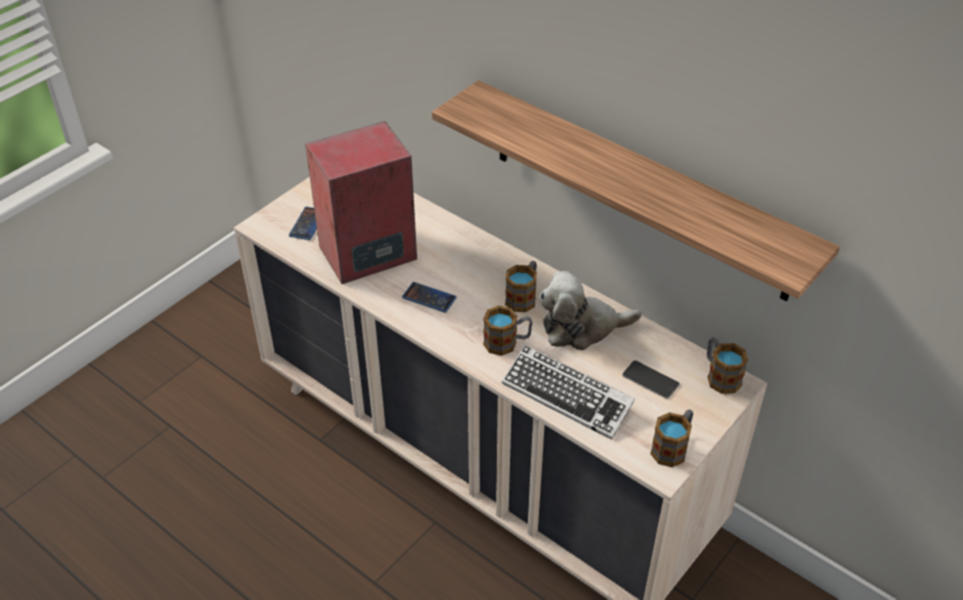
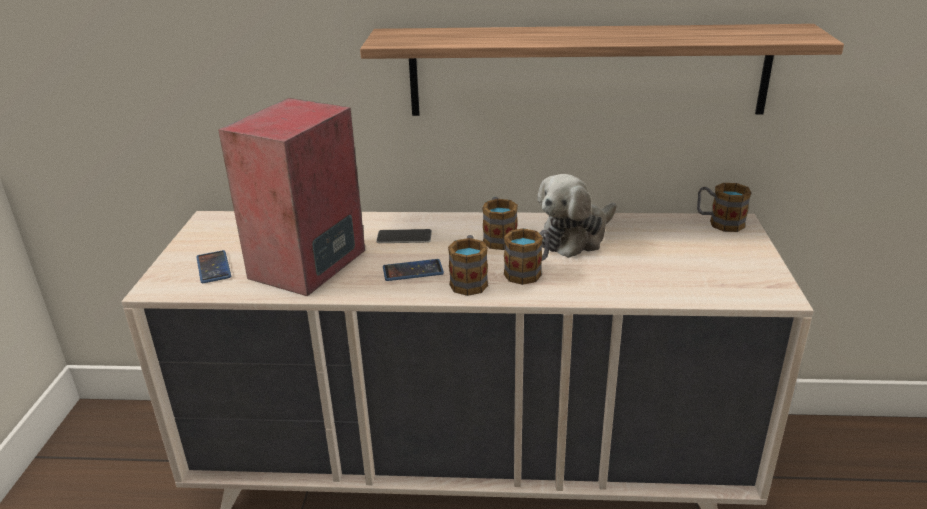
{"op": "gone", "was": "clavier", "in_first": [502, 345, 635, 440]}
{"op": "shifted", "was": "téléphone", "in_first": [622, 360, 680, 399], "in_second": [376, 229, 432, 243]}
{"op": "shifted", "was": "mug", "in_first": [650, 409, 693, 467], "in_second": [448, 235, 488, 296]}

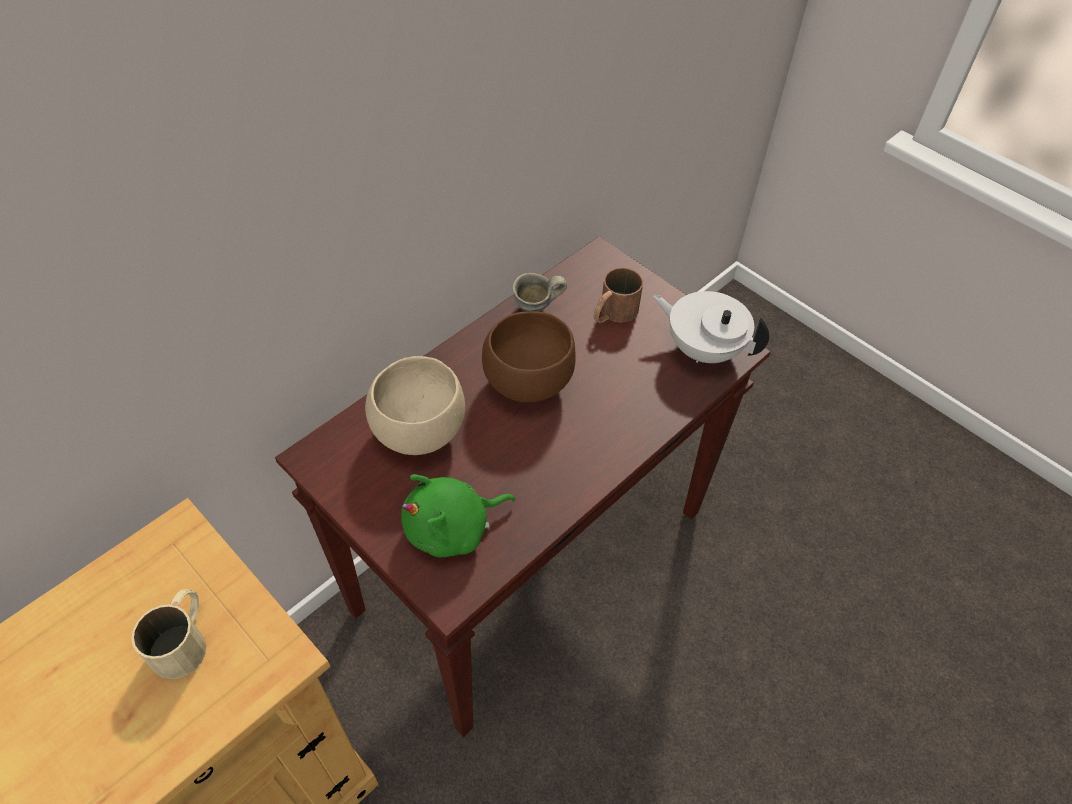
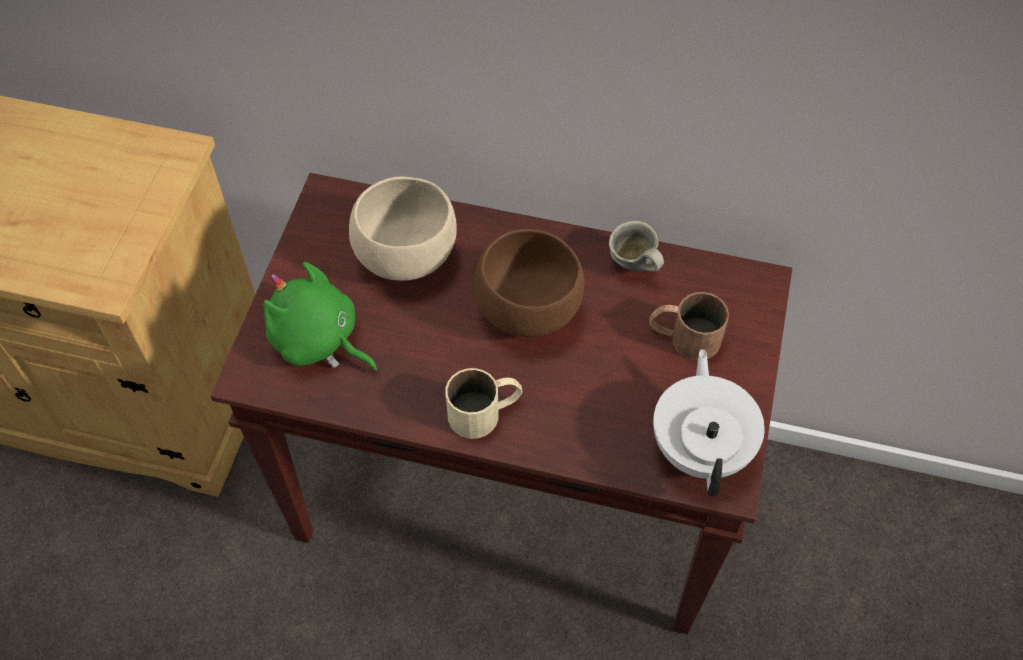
{"op": "shifted", "was": "mug (beige)", "in_first": [131, 589, 206, 679], "in_second": [445, 368, 522, 439]}

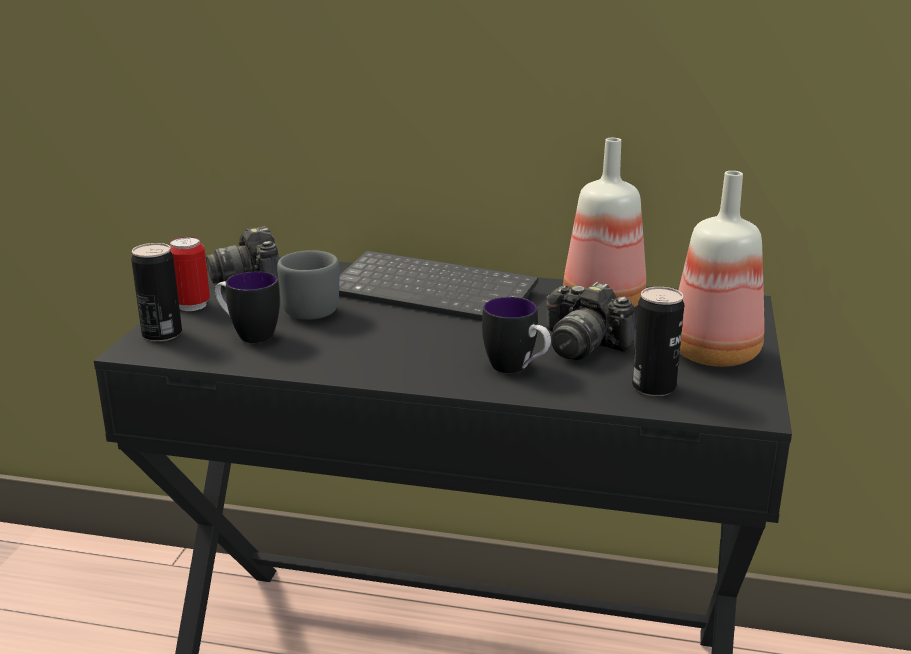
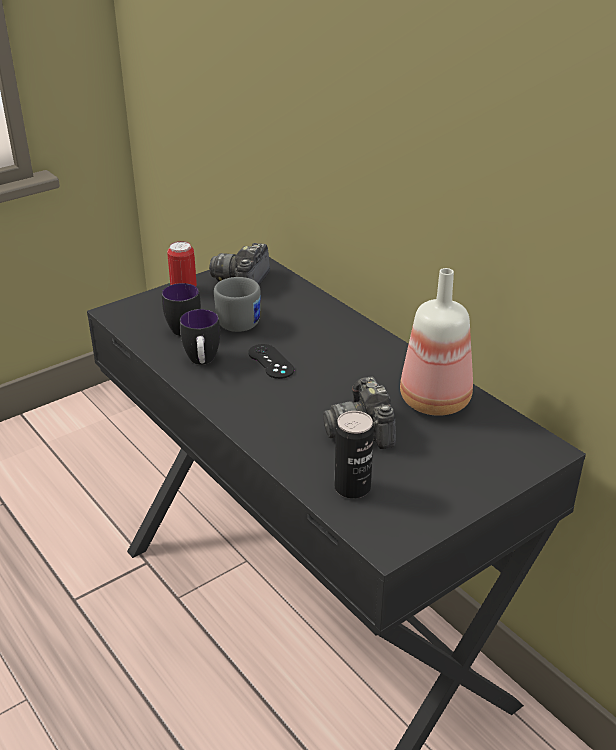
{"op": "gone", "was": "boîte métallique", "in_first": [131, 243, 182, 342]}
{"op": "gone", "was": "clavier", "in_first": [339, 251, 538, 321]}
{"op": "shifted", "was": "mug", "in_first": [482, 297, 551, 373], "in_second": [180, 309, 220, 365]}
{"op": "gone", "was": "bouteille", "in_first": [678, 171, 765, 367]}
{"op": "new", "now": "manette (noir)", "in_second": [248, 344, 294, 379]}

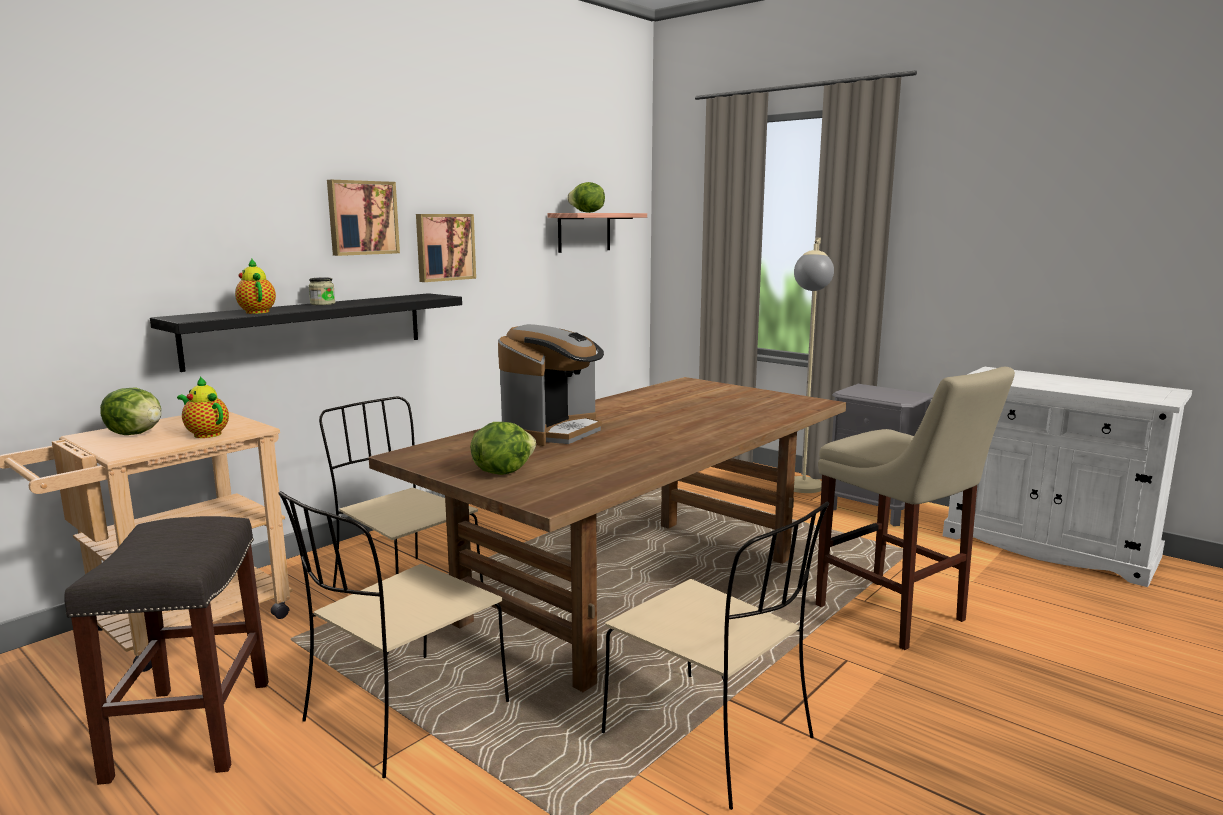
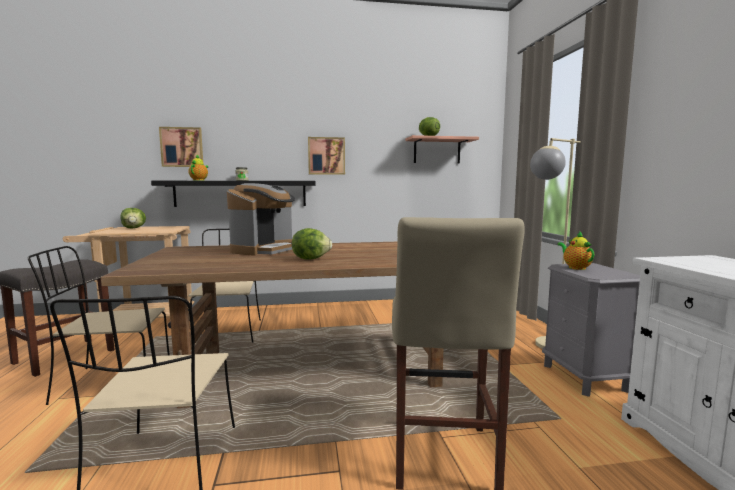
{"op": "shifted", "was": "théière", "in_first": [177, 376, 229, 438], "in_second": [557, 232, 594, 270]}
{"op": "shifted", "was": "tableau", "in_first": [327, 180, 400, 256], "in_second": [159, 127, 203, 167]}
{"op": "shifted", "was": "laitue", "in_first": [470, 422, 536, 475], "in_second": [292, 228, 332, 260]}
{"op": "rotated", "was": "machine à café", "in_first": [498, 324, 604, 446], "in_second": [227, 183, 295, 256], "clockwise": -45}

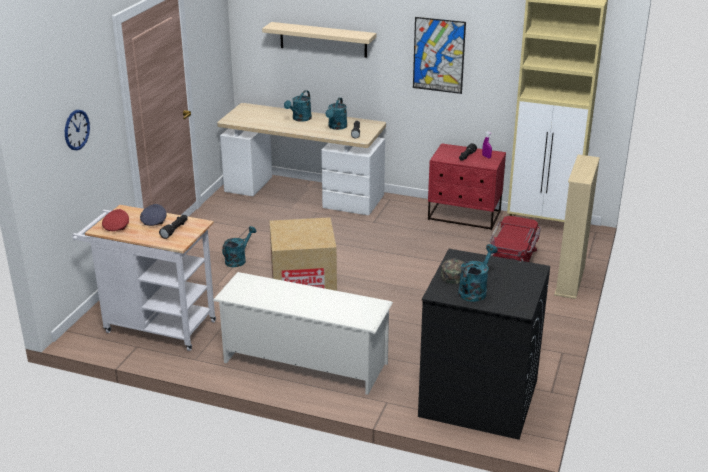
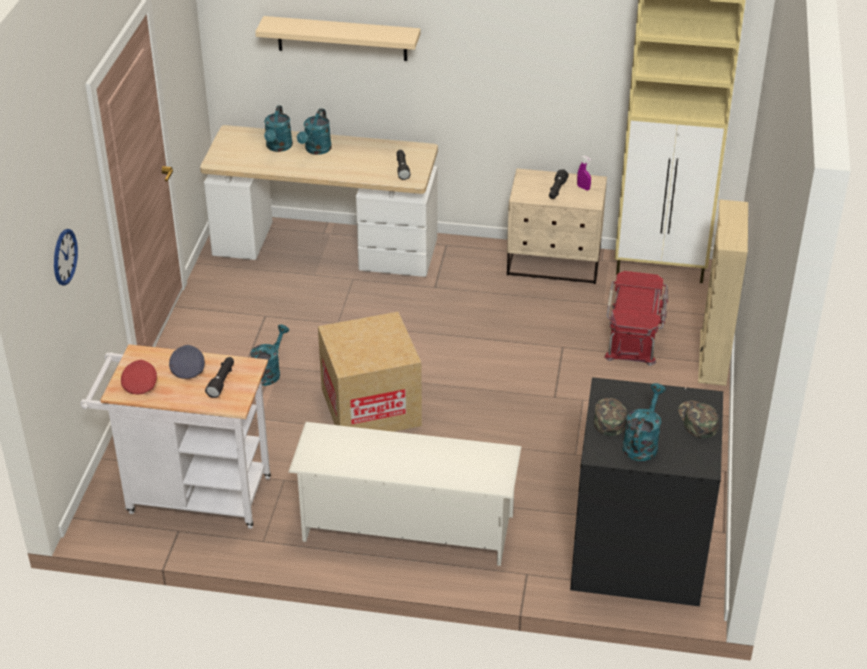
{"op": "shifted", "was": "arrosoir (turquoise)", "in_first": [325, 98, 347, 130], "in_second": [264, 106, 293, 152]}
{"op": "gone", "was": "tableau", "in_first": [413, 17, 466, 94]}
{"op": "repainted", "was": "table de chevet (rouge)", "now": "table de chevet (beige)", "in_first": [428, 143, 506, 230], "in_second": [507, 168, 607, 284]}
{"op": "new", "now": "casquette (vert)", "in_second": [678, 400, 719, 438]}

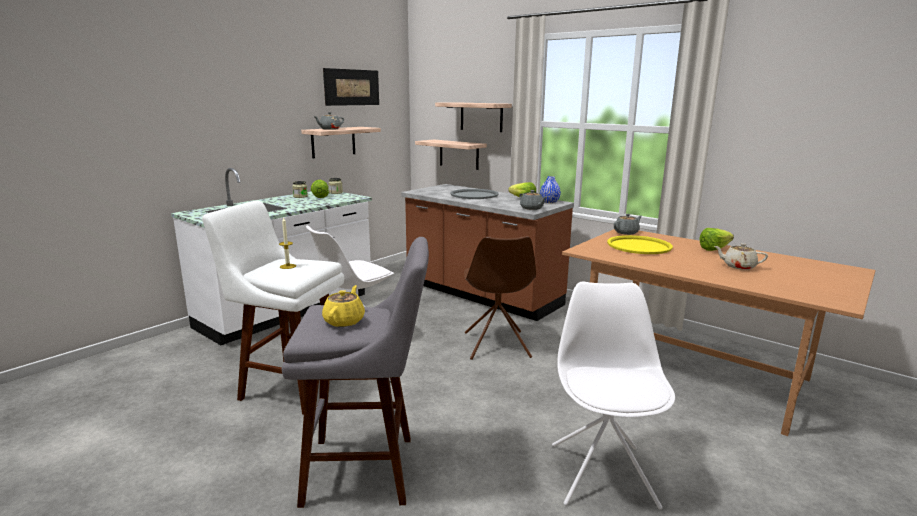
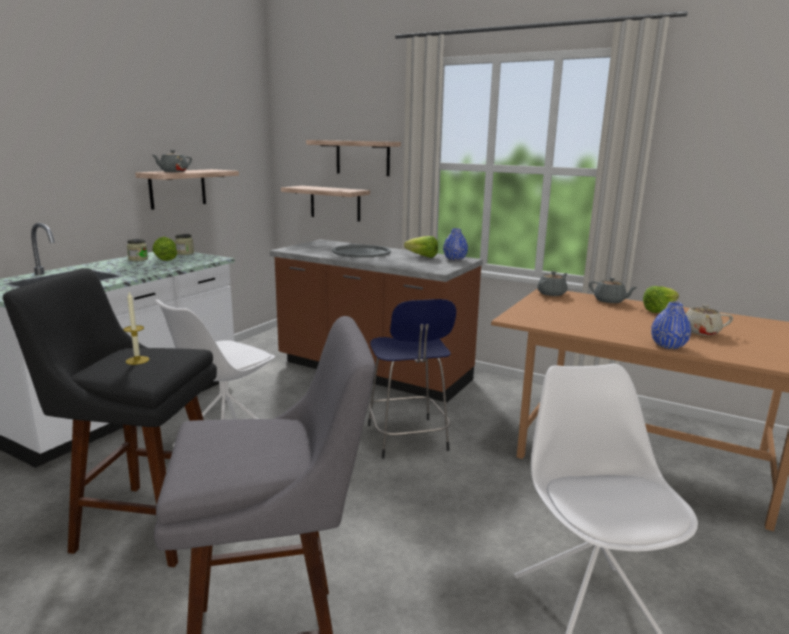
{"op": "repainted", "was": "tabouret (blanc)", "now": "tabouret (noir)", "in_first": [202, 201, 344, 415], "in_second": [3, 268, 217, 567]}
{"op": "gone", "was": "théière (jaune)", "in_first": [322, 285, 365, 327]}
{"op": "gone", "was": "tableau", "in_first": [323, 68, 379, 106]}
{"op": "swapped", "was": "chaise (marron)", "now": "tabouret (bleu)", "in_first": [464, 236, 536, 360], "in_second": [368, 299, 456, 458]}
{"op": "shifted", "was": "théière (gris)", "in_first": [519, 190, 547, 210], "in_second": [589, 277, 638, 303]}
{"op": "gone", "was": "plateau (jaune)", "in_first": [607, 235, 673, 254]}
{"op": "new", "now": "vase (bleu)", "in_second": [651, 302, 691, 349]}

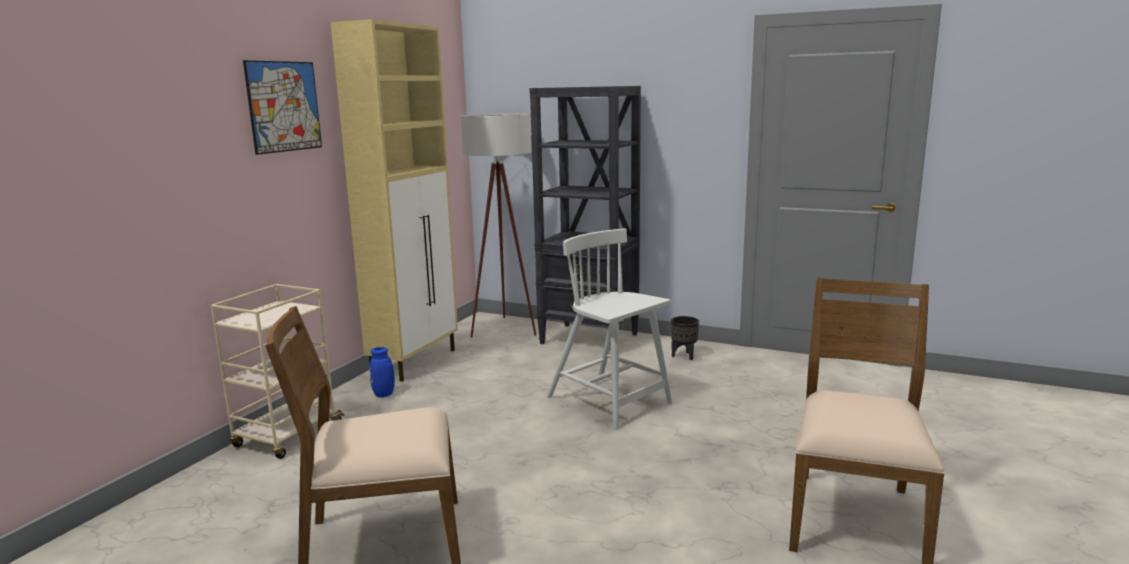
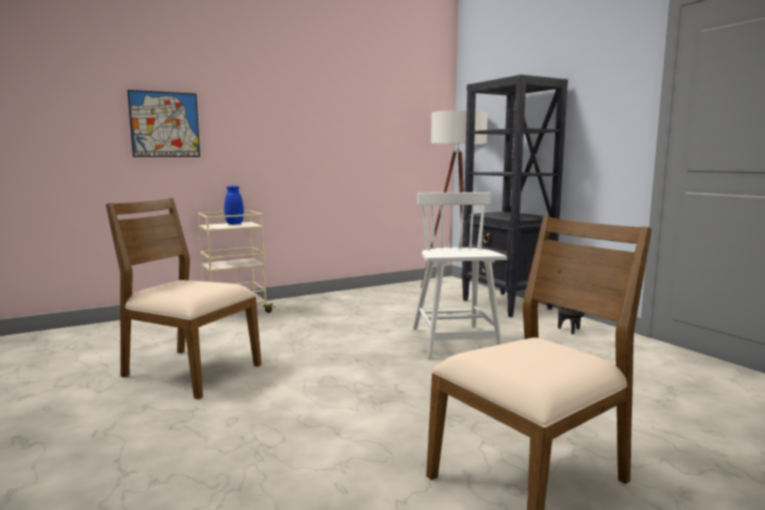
{"op": "shifted", "was": "tableau", "in_first": [243, 60, 322, 155], "in_second": [127, 90, 200, 157]}
{"op": "gone", "was": "meuble de rangement (beige)", "in_first": [330, 19, 458, 382]}
{"op": "shifted", "was": "vase (bleu)", "in_first": [370, 347, 395, 398], "in_second": [224, 186, 244, 224]}

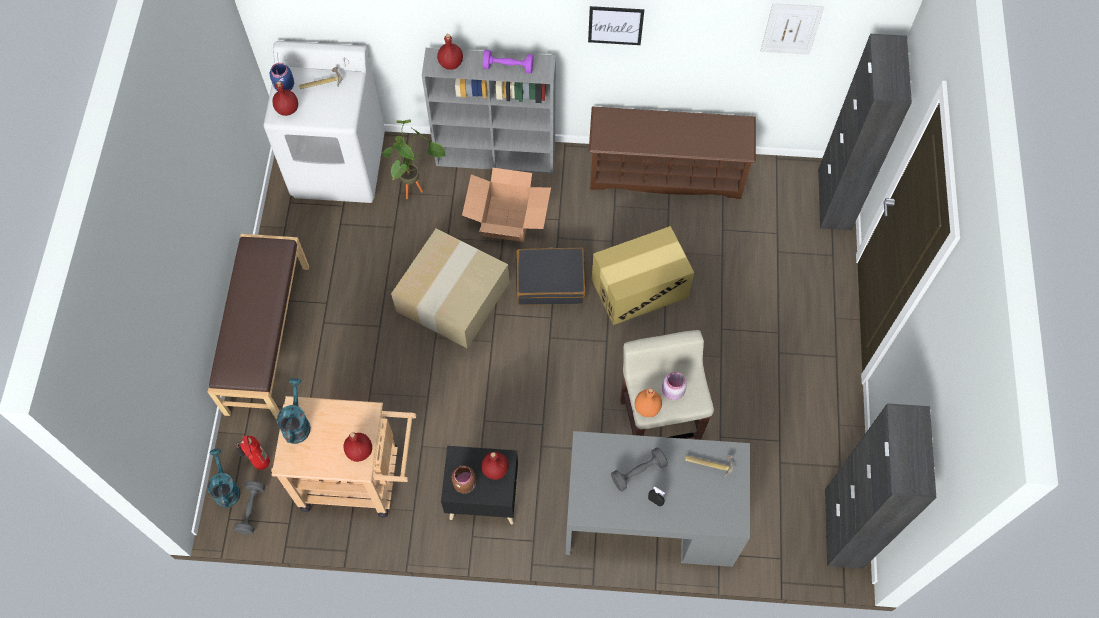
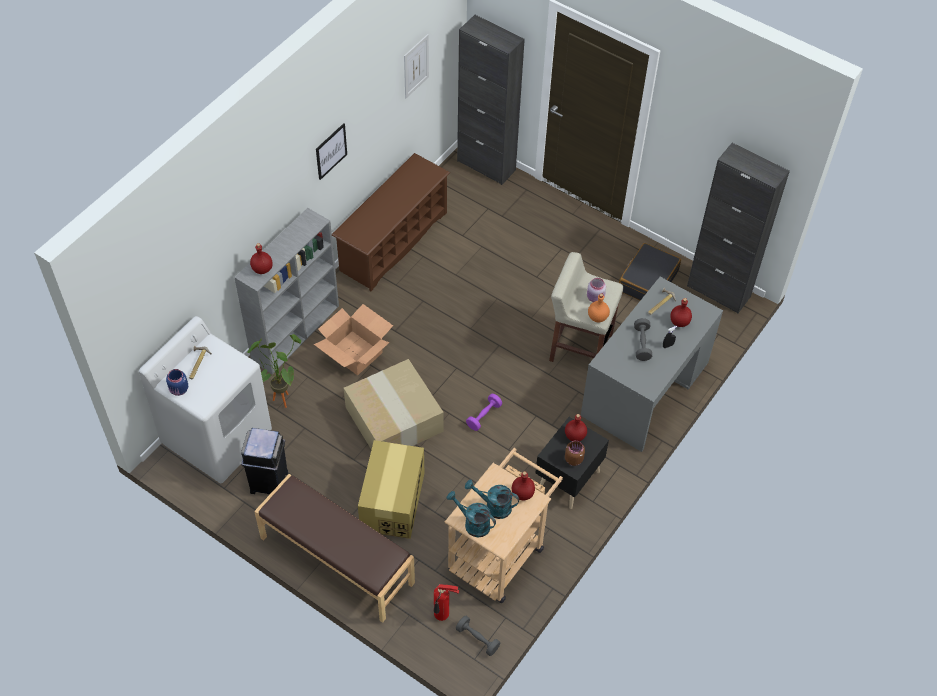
{"op": "shifted", "was": "arrosoir (turquoise)", "in_first": [208, 448, 240, 508], "in_second": [465, 479, 519, 519]}
{"op": "shifted", "was": "bouteille (rouge)", "in_first": [272, 81, 298, 116], "in_second": [670, 298, 692, 327]}
{"op": "shifted", "was": "haltère (violet)", "in_first": [483, 50, 534, 74], "in_second": [466, 394, 502, 431]}
{"op": "shifted", "was": "valise (noir)", "in_first": [516, 247, 586, 305], "in_second": [619, 243, 681, 300]}
{"op": "shifted", "was": "carton", "in_first": [592, 226, 694, 325], "in_second": [358, 440, 424, 539]}
{"op": "new", "now": "poubelle (noir)", "in_second": [241, 428, 288, 494]}

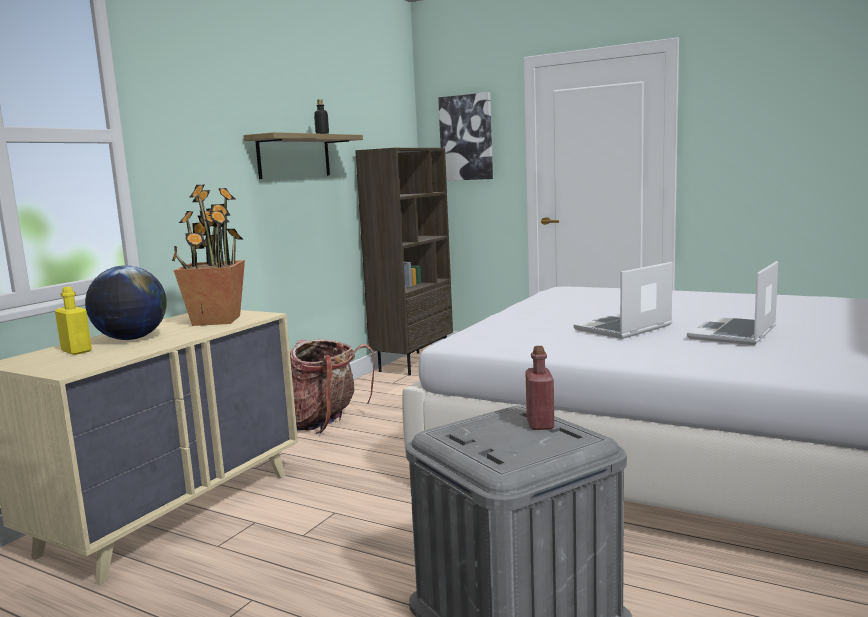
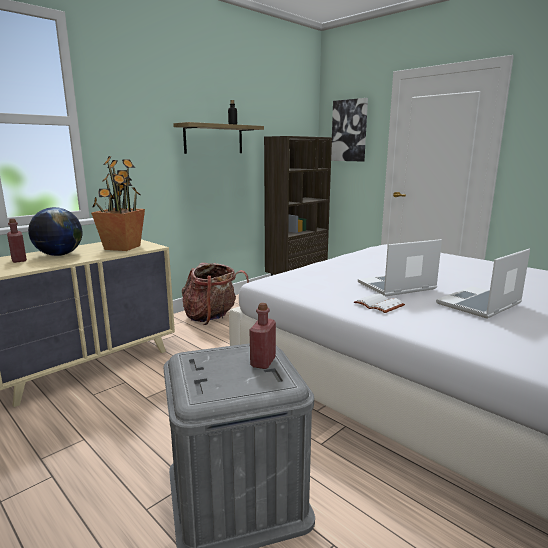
{"op": "repainted", "was": "bouteille (jaune)", "now": "bouteille (rouge)", "in_first": [55, 286, 92, 355], "in_second": [7, 219, 27, 263]}
{"op": "new", "now": "livre (blanc)", "in_second": [354, 293, 405, 313]}

